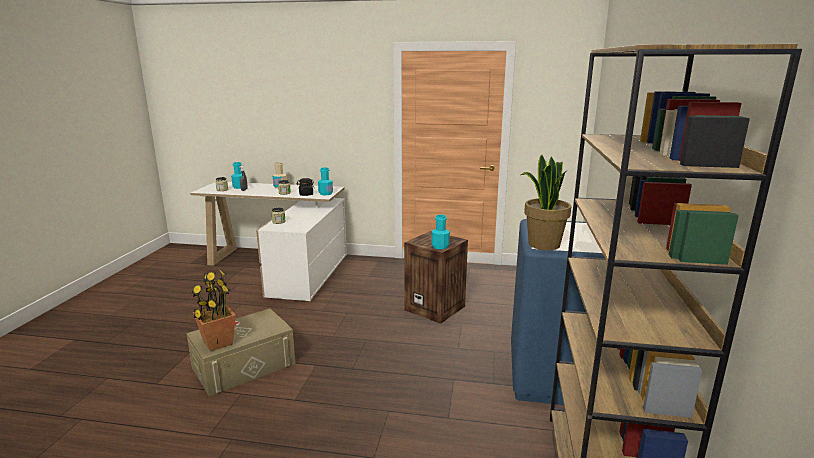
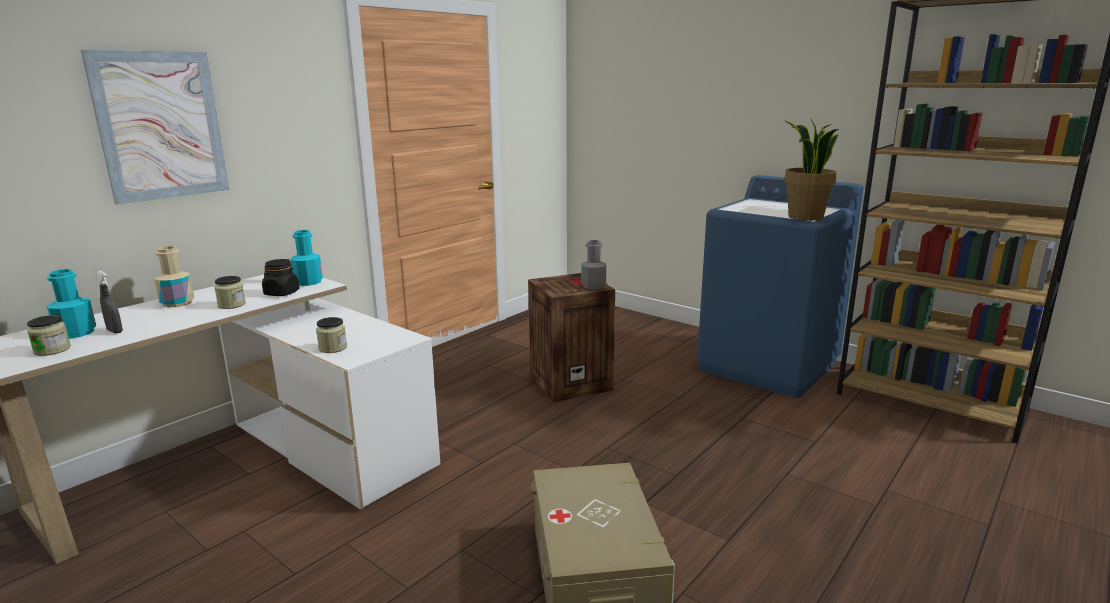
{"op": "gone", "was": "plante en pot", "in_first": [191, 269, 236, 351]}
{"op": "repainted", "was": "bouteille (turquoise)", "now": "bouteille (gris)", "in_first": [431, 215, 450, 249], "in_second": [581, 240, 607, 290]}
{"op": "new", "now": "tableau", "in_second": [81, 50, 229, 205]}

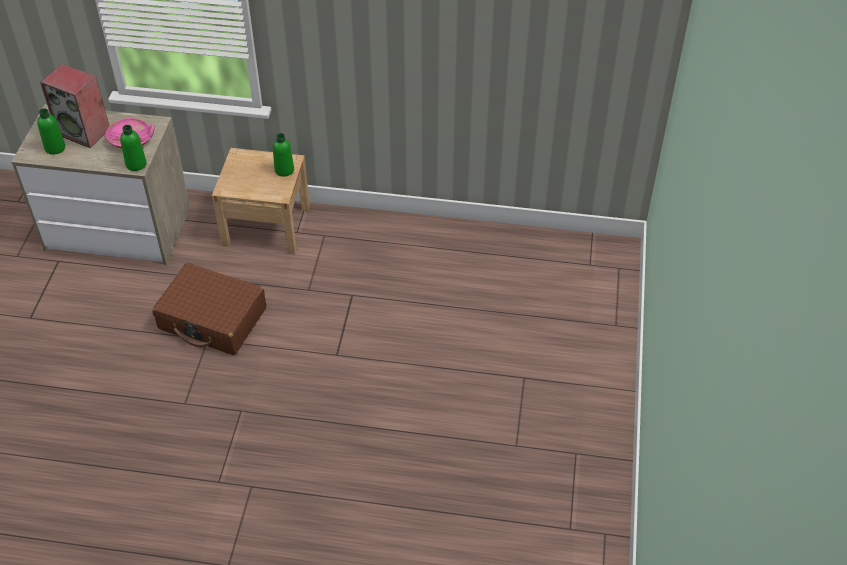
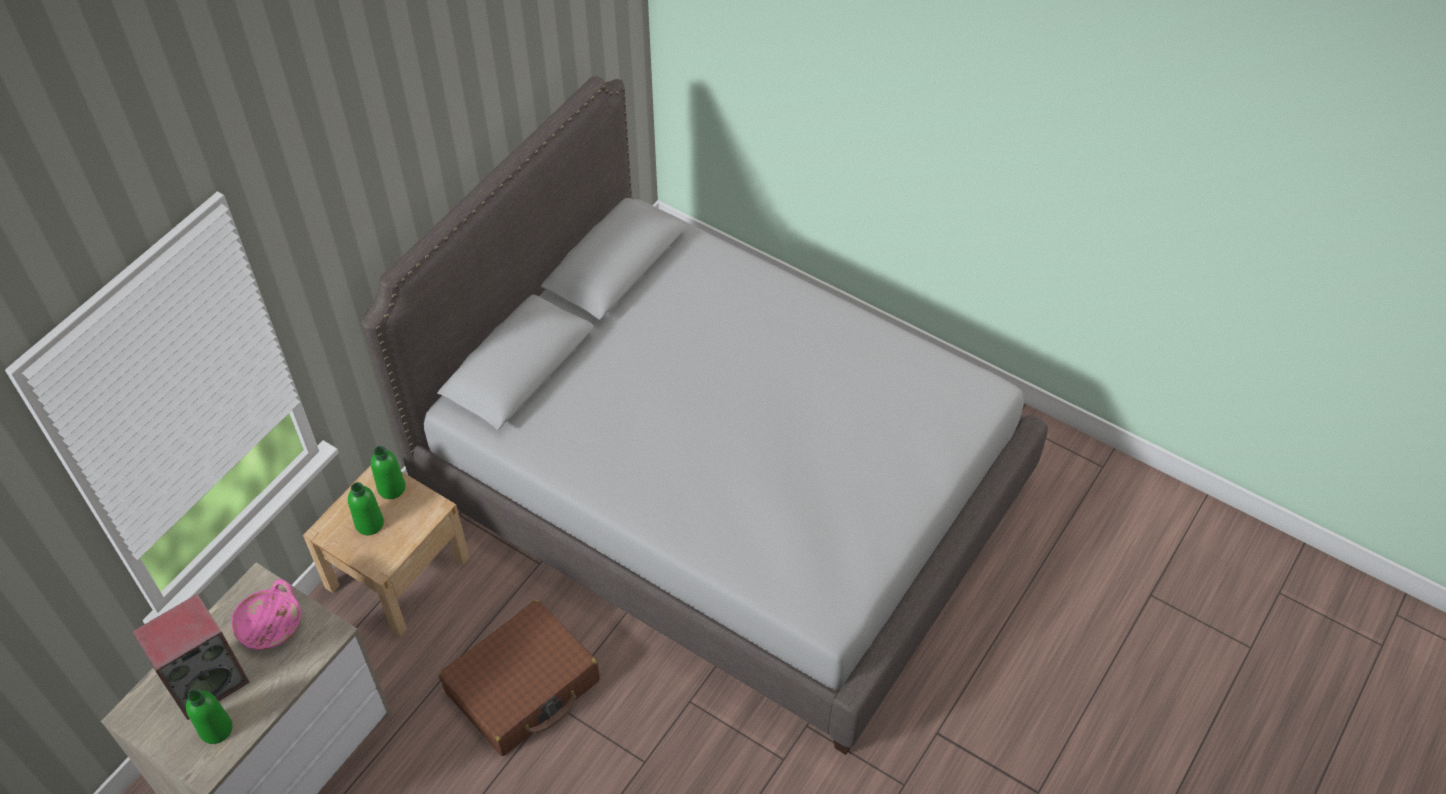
{"op": "shifted", "was": "bouteille (vert)", "in_first": [120, 125, 147, 171], "in_second": [348, 482, 384, 535]}
{"op": "new", "now": "lit (gris)", "in_second": [362, 76, 1048, 755]}

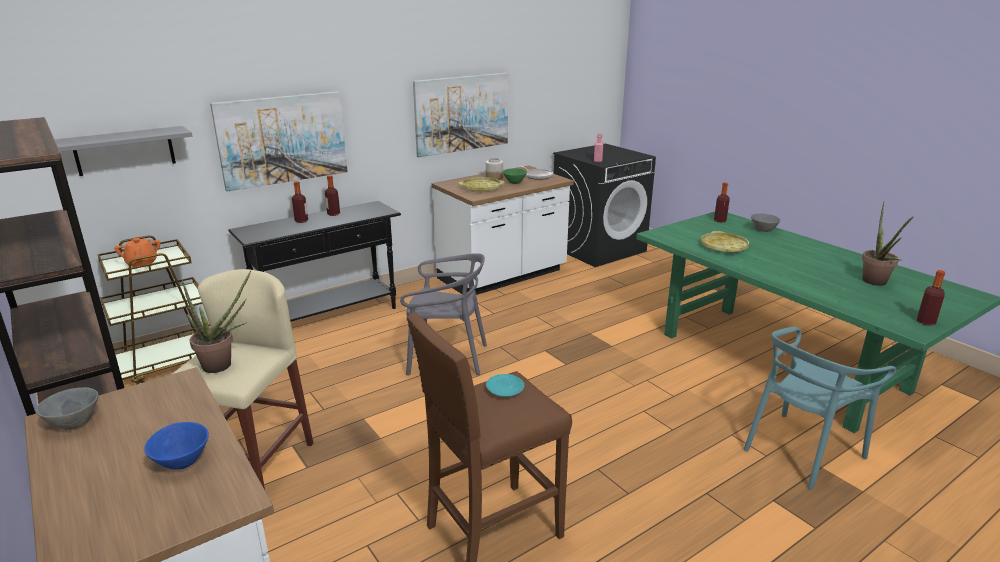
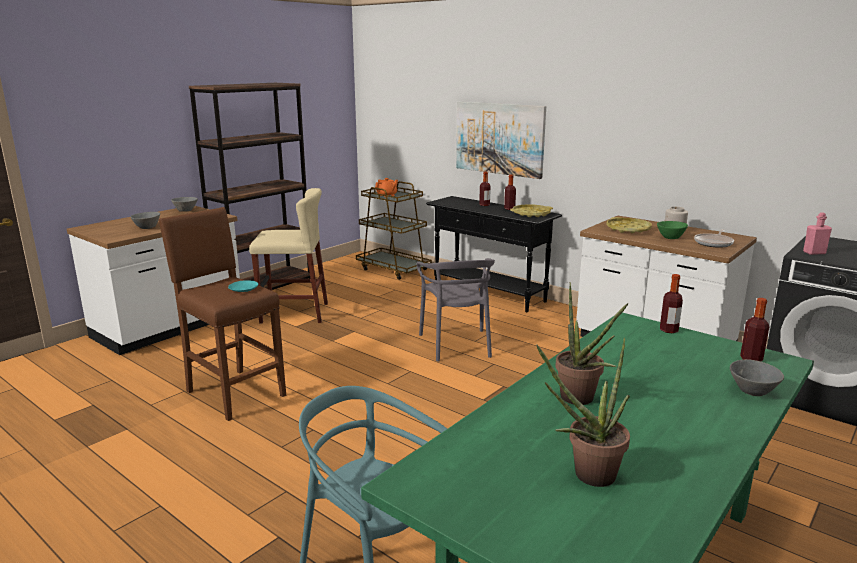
{"op": "gone", "was": "étagère (gris)", "in_first": [55, 126, 192, 176]}
{"op": "repainted", "was": "bol (bleu)", "now": "bol (gris)", "in_first": [144, 422, 209, 470], "in_second": [130, 212, 160, 229]}
{"op": "shifted", "was": "plante en pot", "in_first": [182, 270, 251, 373], "in_second": [555, 282, 628, 405]}
{"op": "gone", "was": "tableau", "in_first": [413, 73, 508, 157]}
{"op": "shifted", "was": "plateau (jaune)", "in_first": [701, 231, 749, 253], "in_second": [510, 204, 553, 217]}
{"op": "shifted", "was": "bouteille", "in_first": [917, 270, 945, 326], "in_second": [660, 274, 683, 333]}

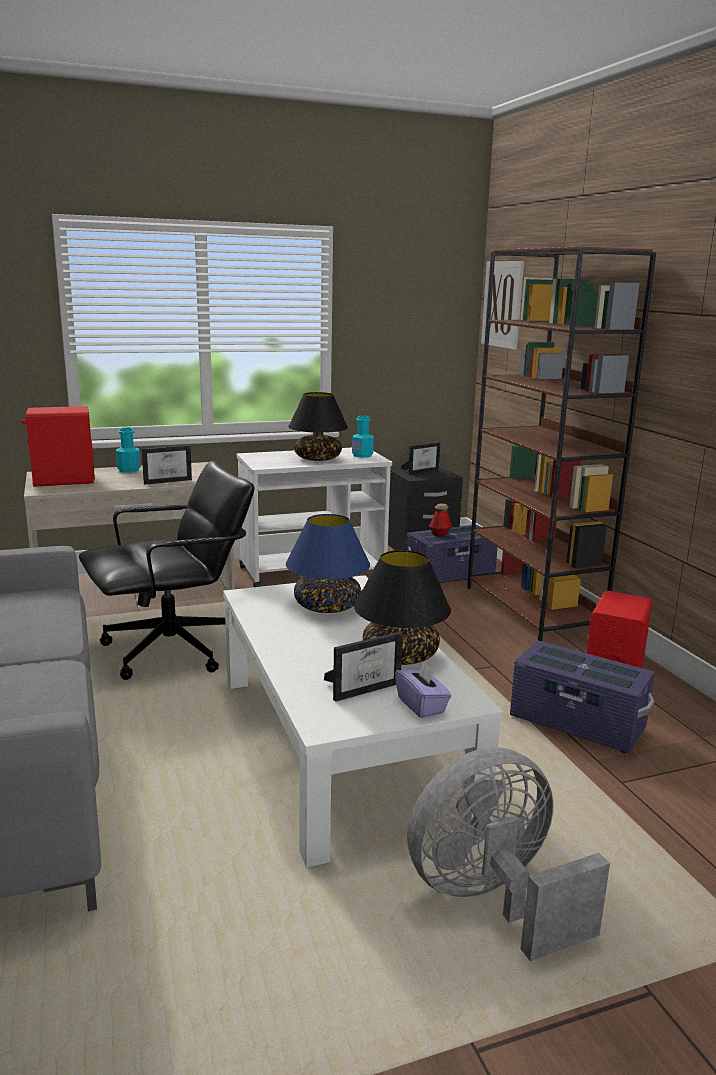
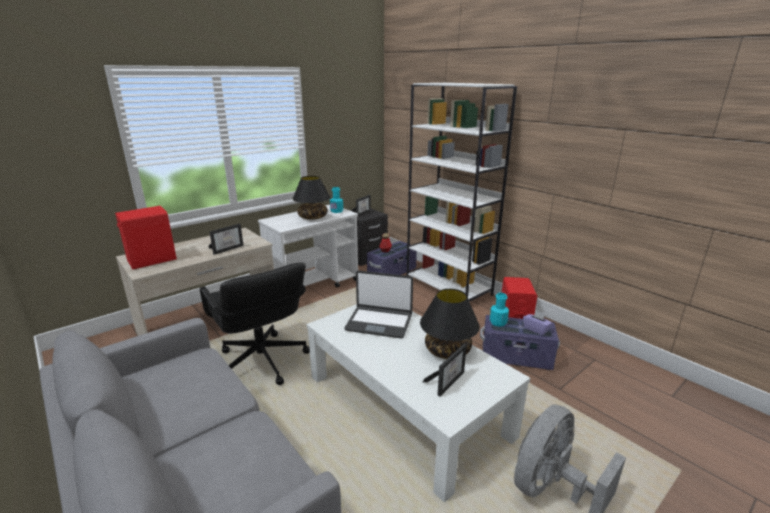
{"op": "rotated", "was": "chaise de bureau (noir)", "in_first": [79, 461, 254, 680], "in_second": [200, 262, 310, 385], "clockwise": 105}
{"op": "shifted", "was": "bouteille (turquoise)", "in_first": [116, 427, 141, 473], "in_second": [490, 293, 509, 327]}
{"op": "swapped", "was": "lampe de table (bleu)", "now": "ordinateur portable", "in_first": [286, 514, 370, 613], "in_second": [345, 271, 413, 338]}
{"op": "shifted", "was": "boîte à mouchoirs (violet)", "in_first": [395, 661, 451, 718], "in_second": [523, 310, 552, 335]}
{"op": "repainted", "was": "bibliothèque (marron)", "now": "bibliothèque (blanc)", "in_first": [467, 246, 656, 641], "in_second": [407, 83, 517, 302]}
{"op": "gone", "was": "tableau", "in_first": [481, 261, 524, 350]}

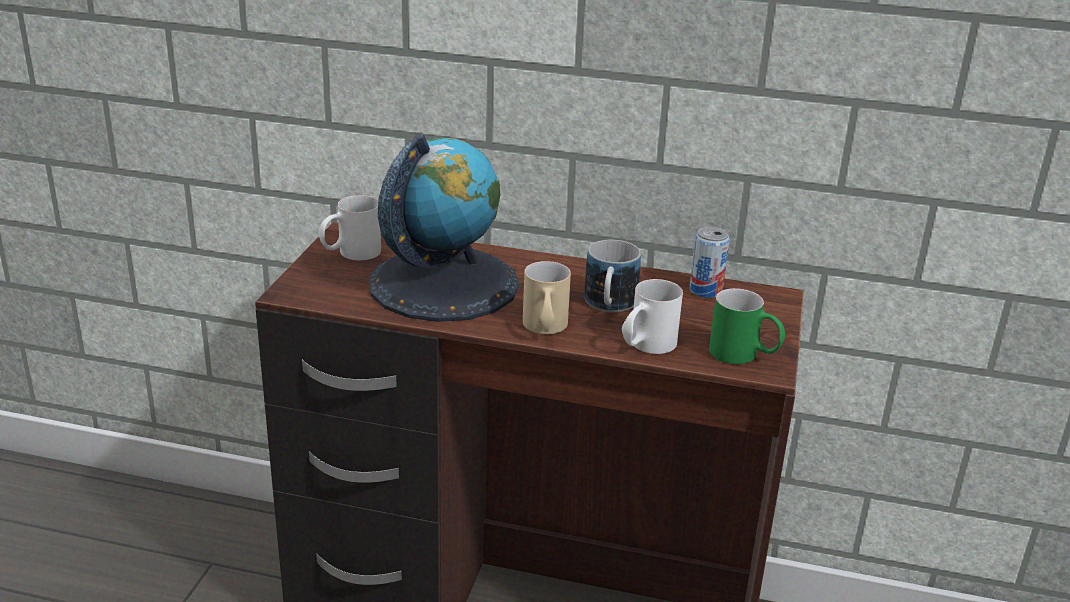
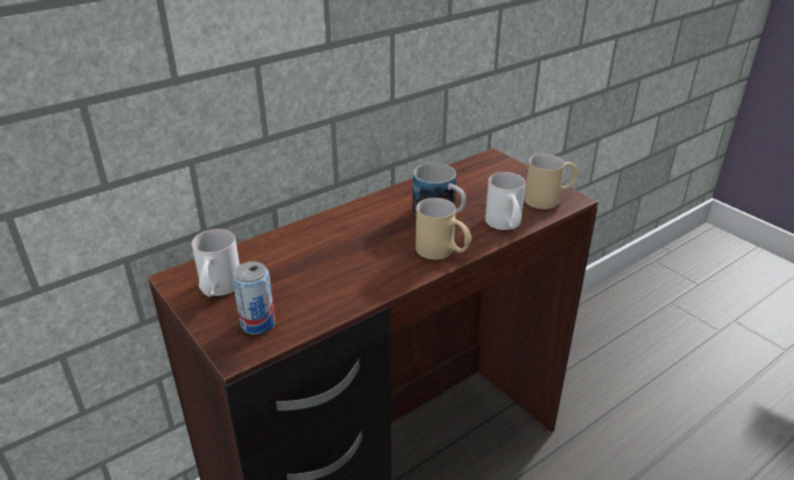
{"op": "gone", "was": "globe", "in_first": [369, 133, 519, 322]}
{"op": "shifted", "was": "boîte métallique", "in_first": [689, 227, 730, 298], "in_second": [232, 262, 275, 334]}
{"op": "repainted", "was": "mug (vert)", "now": "mug (beige)", "in_first": [709, 288, 785, 364], "in_second": [524, 154, 578, 209]}

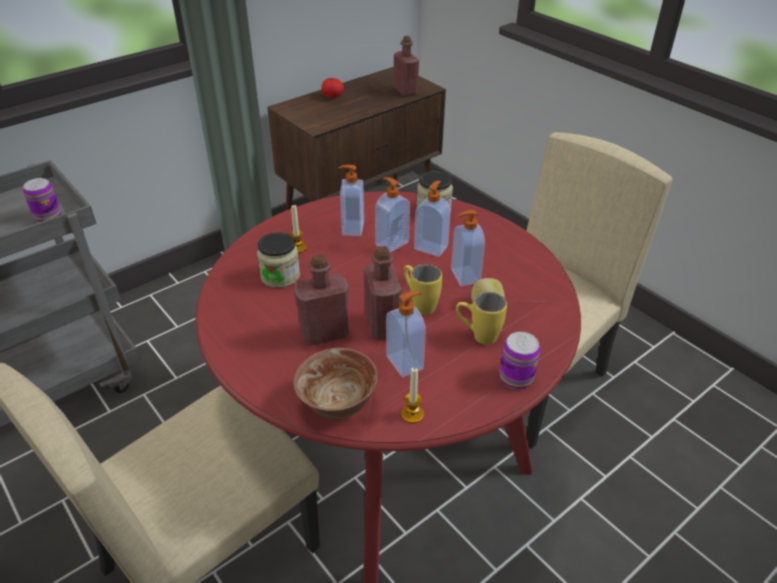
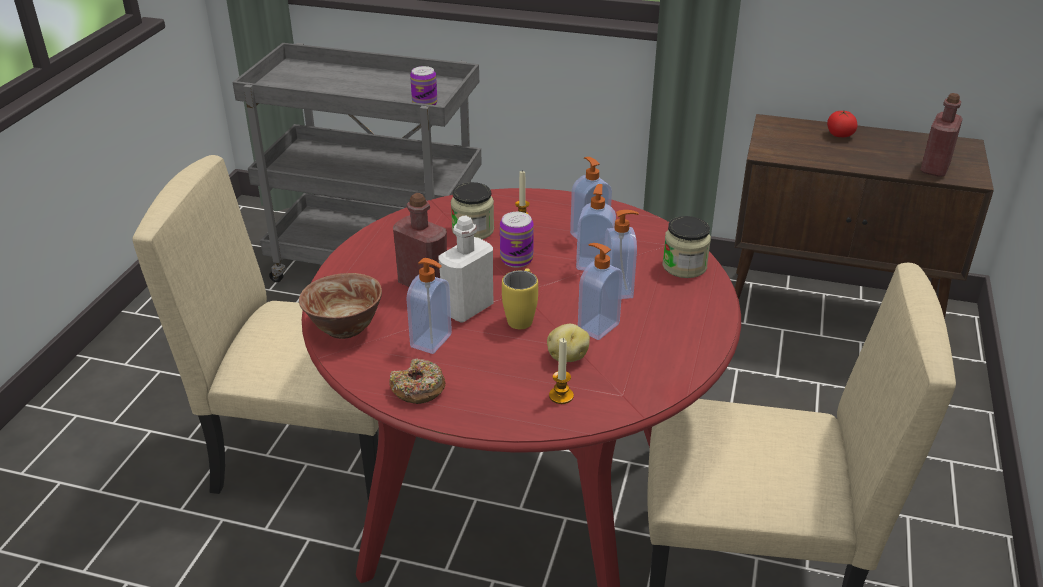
{"op": "repainted", "was": "bouteille (rouge)", "now": "bouteille (blanc)", "in_first": [364, 246, 402, 340], "in_second": [438, 215, 494, 323]}
{"op": "shifted", "was": "bougie", "in_first": [401, 367, 424, 423], "in_second": [549, 338, 574, 404]}
{"op": "gone", "was": "mug (jaune)", "in_first": [456, 292, 507, 345]}
{"op": "shifted", "was": "boîte métallique", "in_first": [499, 332, 540, 389], "in_second": [500, 212, 534, 267]}
{"op": "new", "now": "beignet", "in_second": [389, 358, 446, 404]}

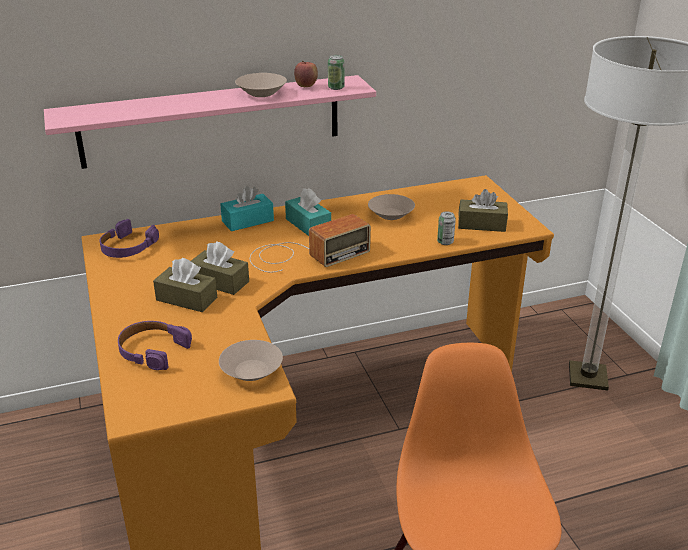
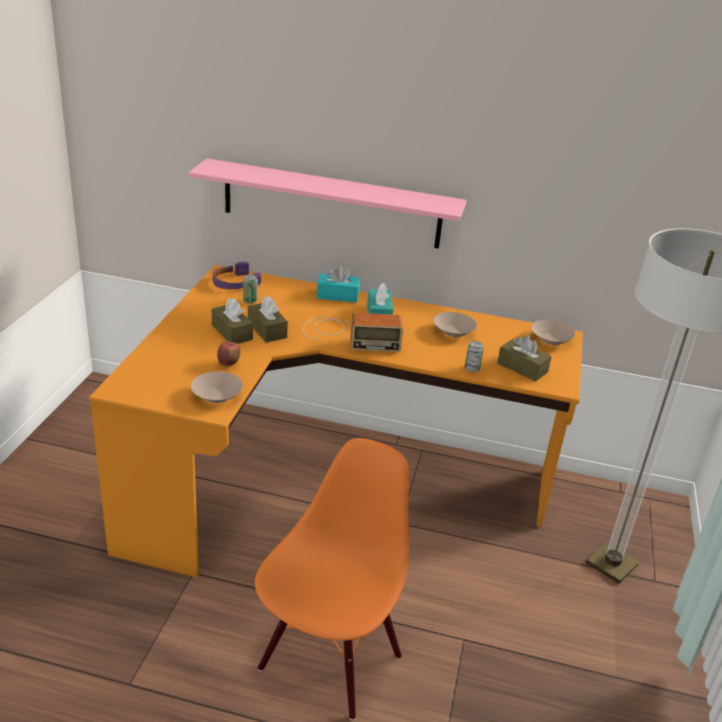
{"op": "gone", "was": "casque audio (violet)", "in_first": [118, 321, 192, 370]}
{"op": "shifted", "was": "bol (beige)", "in_first": [235, 73, 287, 97], "in_second": [531, 320, 576, 345]}
{"op": "shifted", "was": "pomme", "in_first": [294, 60, 318, 87], "in_second": [217, 341, 240, 366]}
{"op": "shifted", "was": "boîte métallique", "in_first": [328, 55, 345, 90], "in_second": [243, 275, 258, 304]}

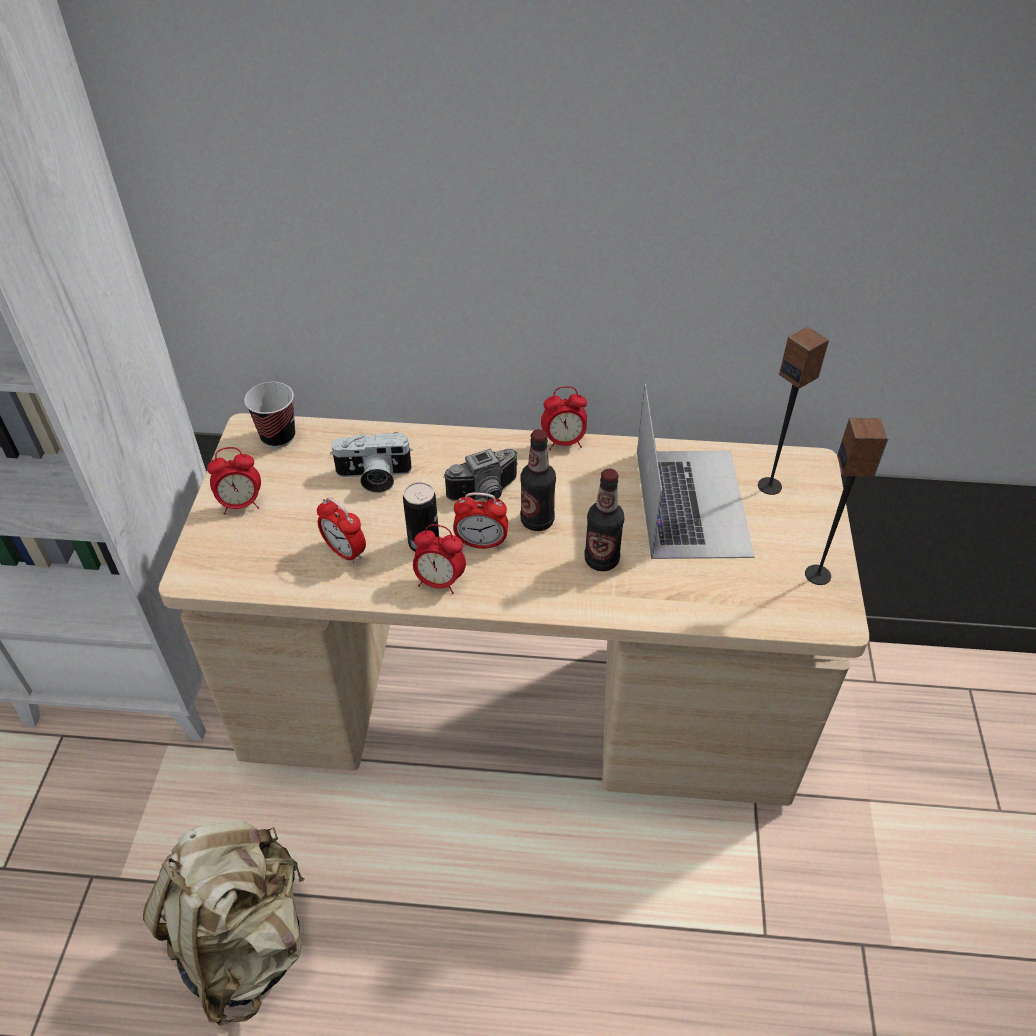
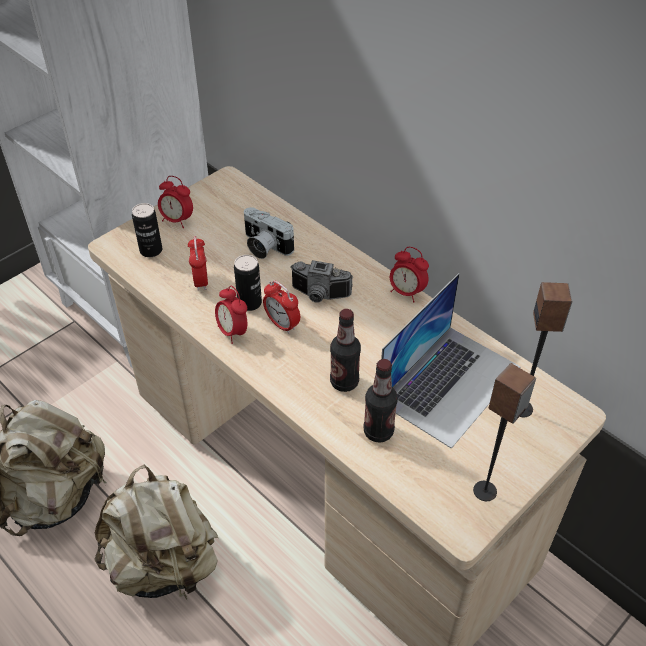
{"op": "gone", "was": "tasse", "in_first": [244, 382, 295, 448]}
{"op": "shifted", "was": "bouteille", "in_first": [520, 429, 556, 531], "in_second": [363, 359, 398, 442]}
{"op": "new", "now": "sac à dos (beige)", "in_second": [94, 465, 218, 601]}
{"op": "new", "now": "boîte métallique", "in_second": [132, 203, 162, 257]}

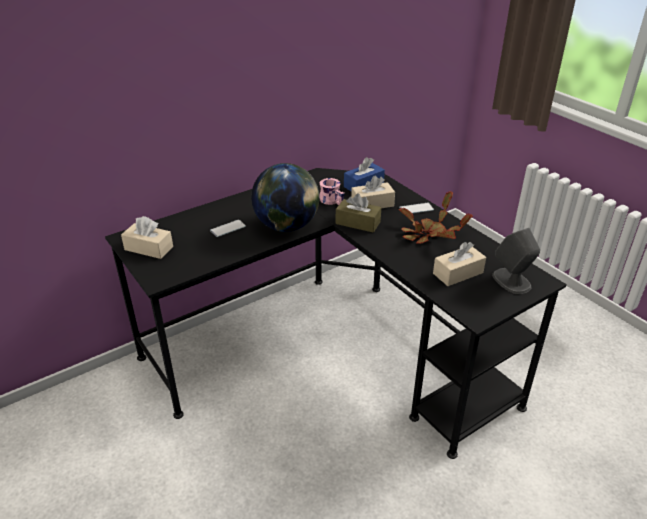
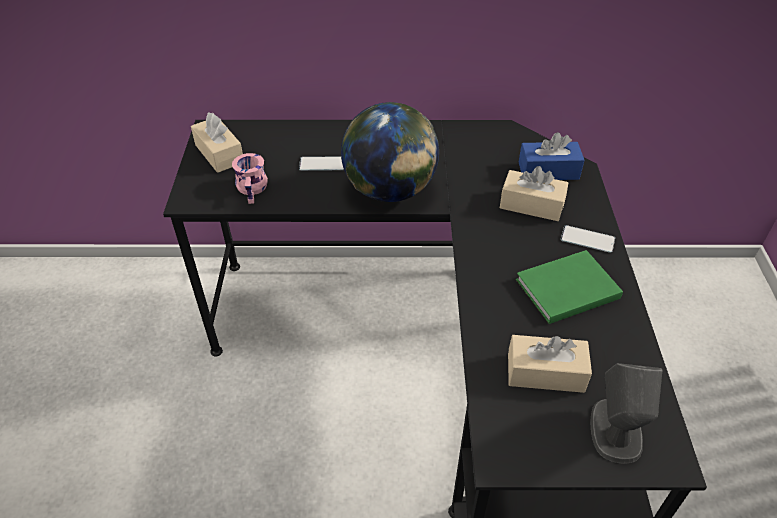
{"op": "shifted", "was": "mug (rose)", "in_first": [319, 178, 345, 205], "in_second": [232, 153, 268, 204]}
{"op": "gone", "was": "boîte à mouchoirs (marron)", "in_first": [336, 193, 381, 232]}
{"op": "swapped", "was": "plante en pot", "now": "livre (vert)", "in_first": [399, 191, 473, 244], "in_second": [516, 250, 623, 324]}

